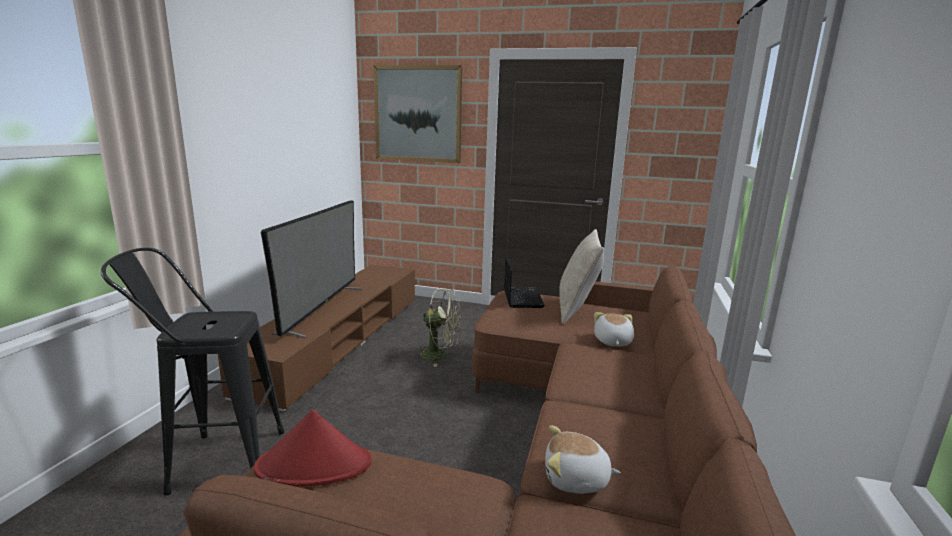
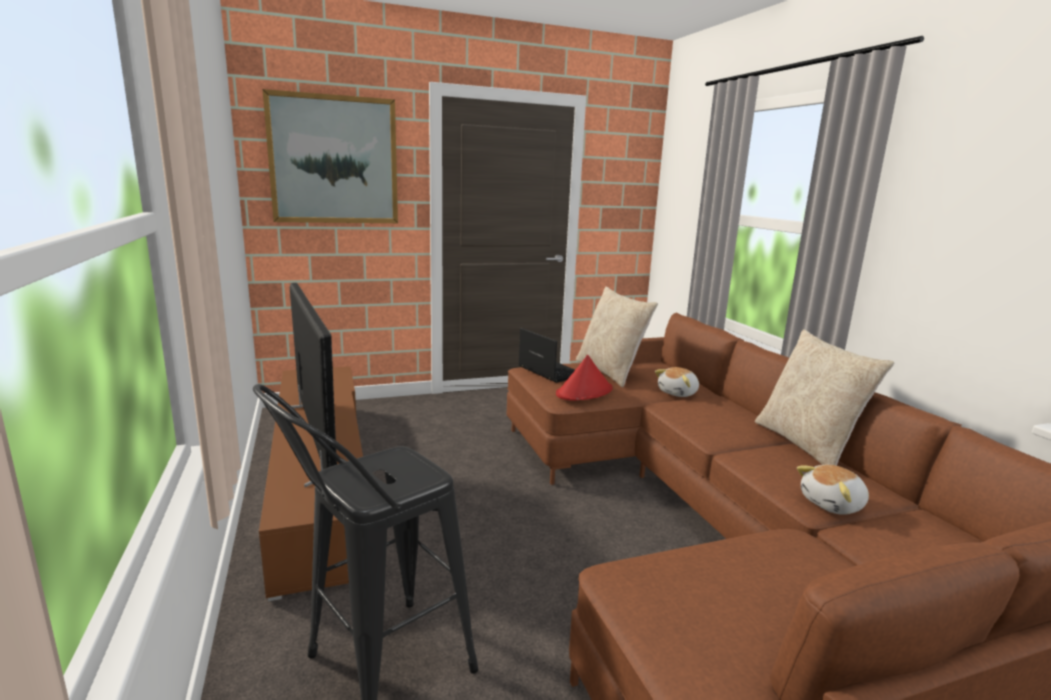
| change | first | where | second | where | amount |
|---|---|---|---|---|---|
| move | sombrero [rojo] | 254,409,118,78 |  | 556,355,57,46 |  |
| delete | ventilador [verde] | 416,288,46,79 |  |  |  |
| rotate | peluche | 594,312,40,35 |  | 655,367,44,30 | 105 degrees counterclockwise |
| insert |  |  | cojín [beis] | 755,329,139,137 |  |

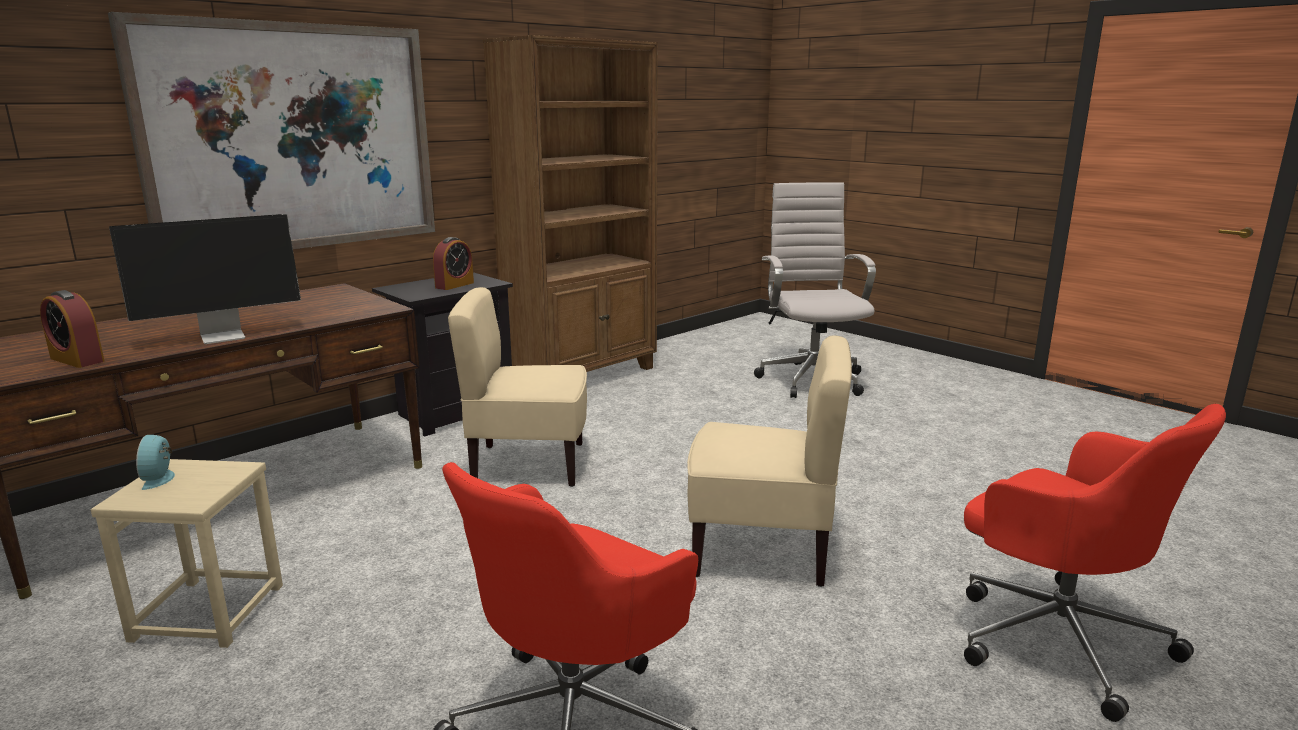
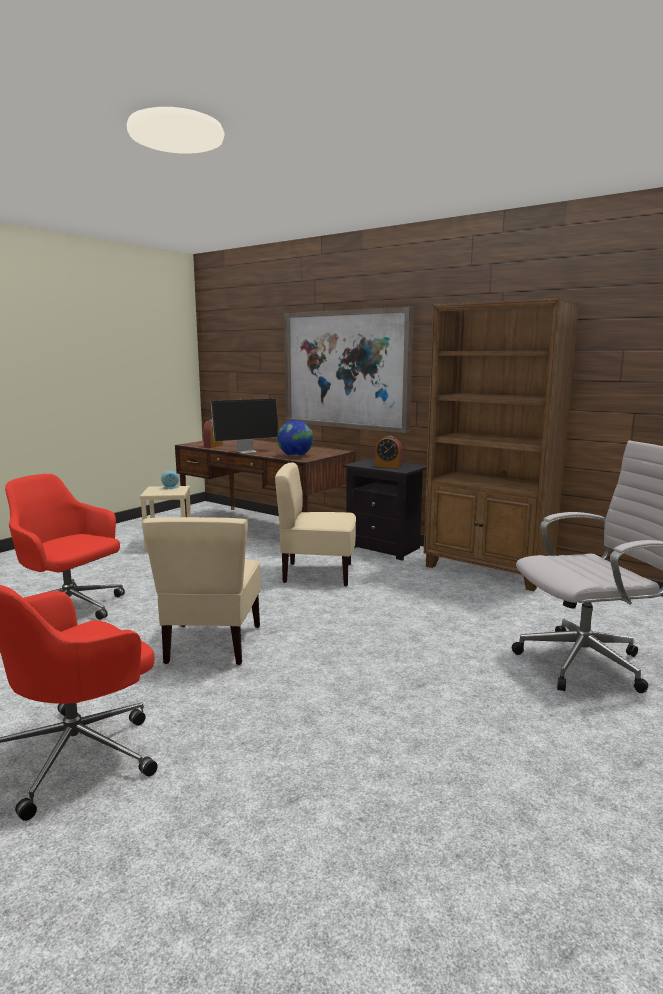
| change | first | where | second | where | amount |
|---|---|---|---|---|---|
| rotate | monitor | 109,214,192,130 |  | 211,399,68,55 | 75 degrees counterclockwise |
| rotate | silla [beis] | 448,287,139,200 |  | 275,463,81,123 | 75 degrees counterclockwise |
| insert |  |  | globo terráqueo | 277,420,36,36 |  |

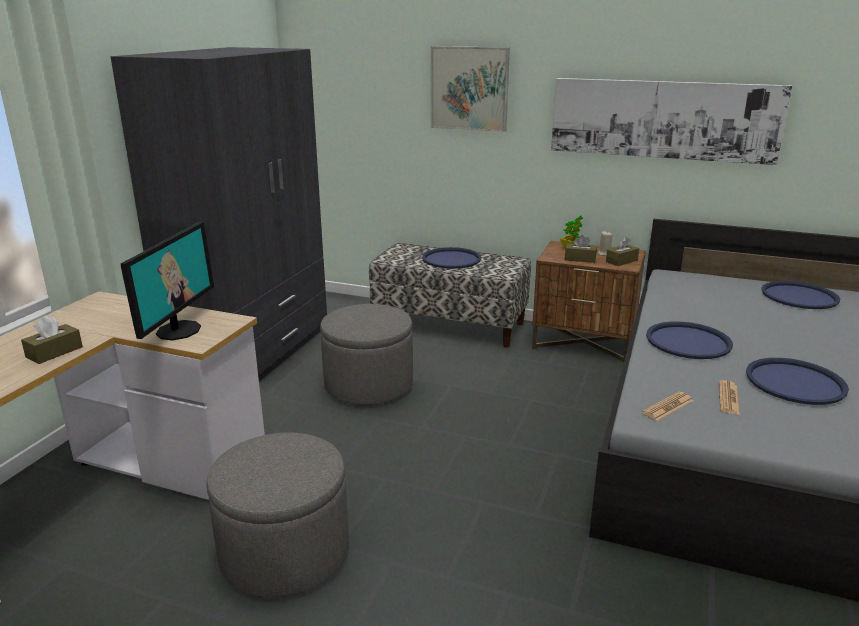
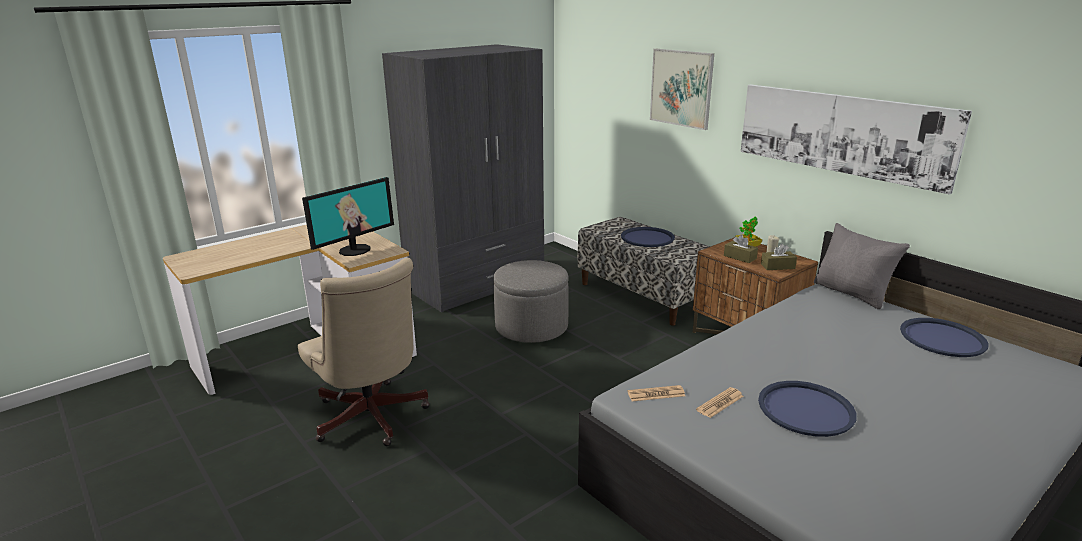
| change | first | where | second | where | amount |
|---|---|---|---|---|---|
| delete | caja de pañuelos [marrón] | 21,316,62,48 |  |  |  |
| replace | puf [gris] | 207,432,142,166 | silla de oficina [beis] | 298,258,132,188 |  |
| delete | bandeja [azul] | 646,321,87,38 |  |  |  |
| insert |  |  | cojín [gris] | 814,223,96,86 |  |

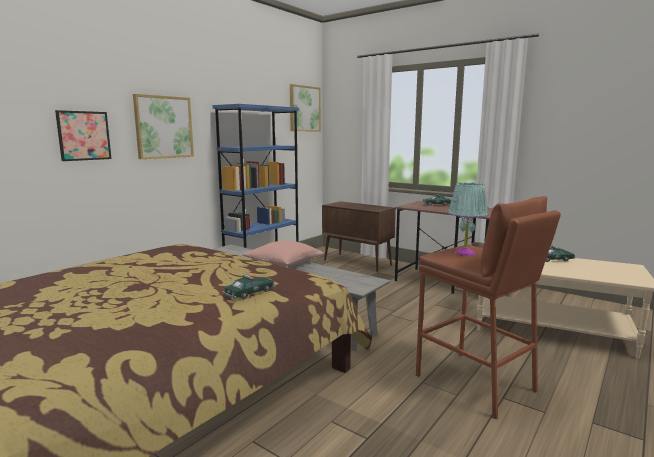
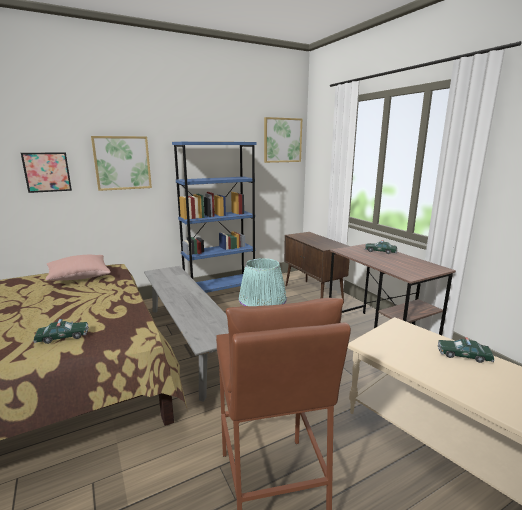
| change | first | where | second | where | amount |
|---|---|---|---|---|---|
| move | cojín [rosa] | 242,240,82,26 |  | 46,255,65,25 |  |

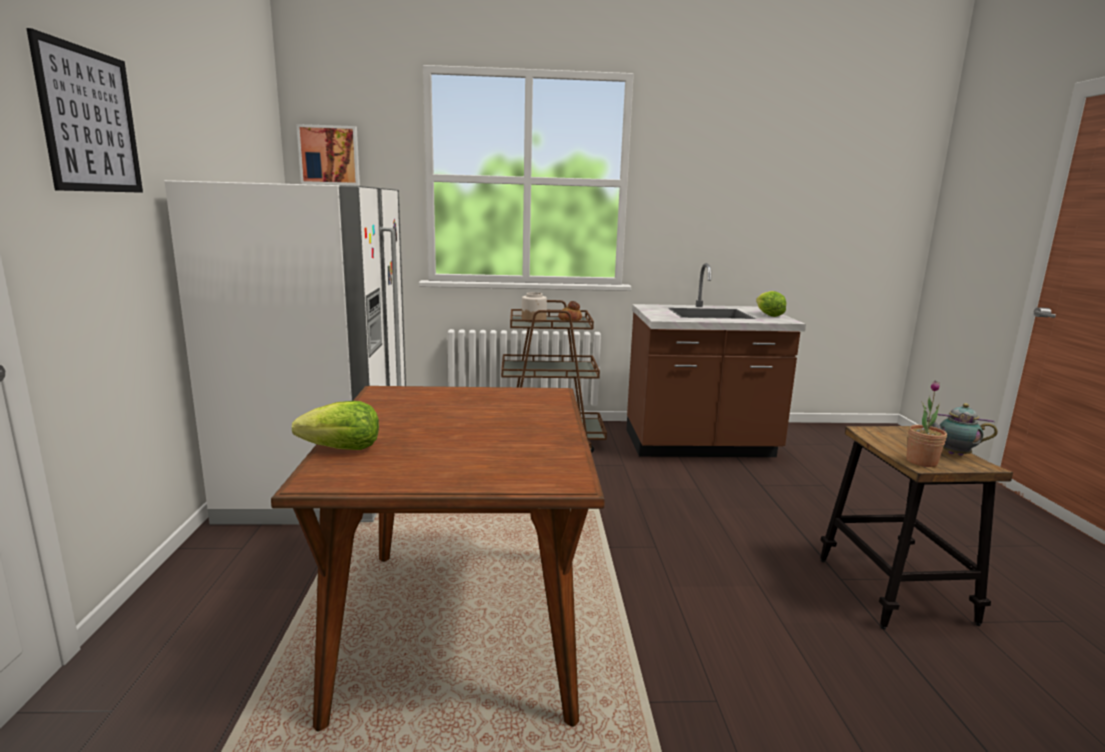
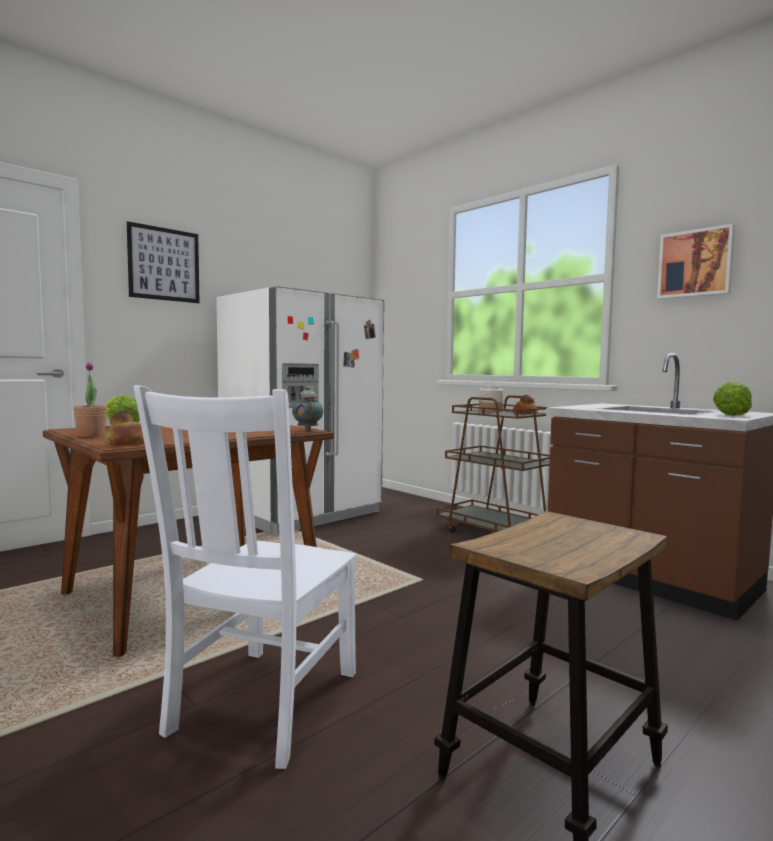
| change | first | where | second | where | amount |
|---|---|---|---|---|---|
| move | cuadro | 296,124,64,62 |  | 657,223,78,76 |  |
| move | planta en maceta | 906,380,41,87 |  | 74,362,33,75 |  |
| move | tetera | 927,403,71,53 |  | 292,387,31,44 |  |
| insert |  |  | pan | 105,411,39,35 |  |
| insert |  |  | silla [blanco] | 134,385,222,384 |  |

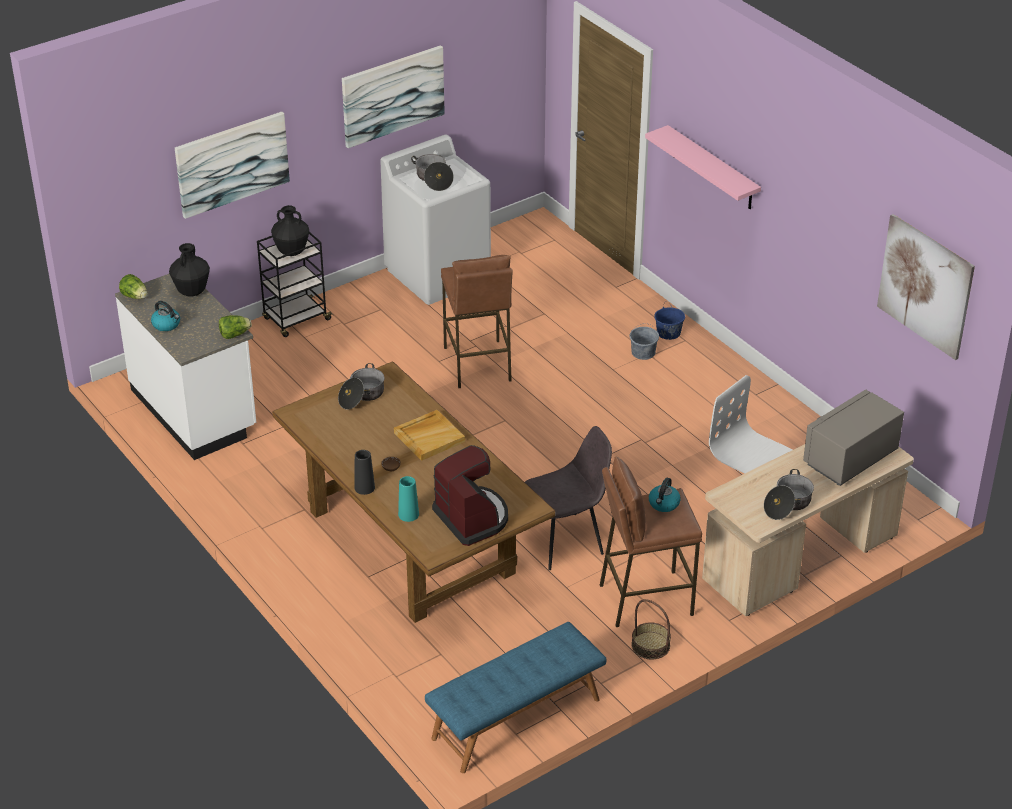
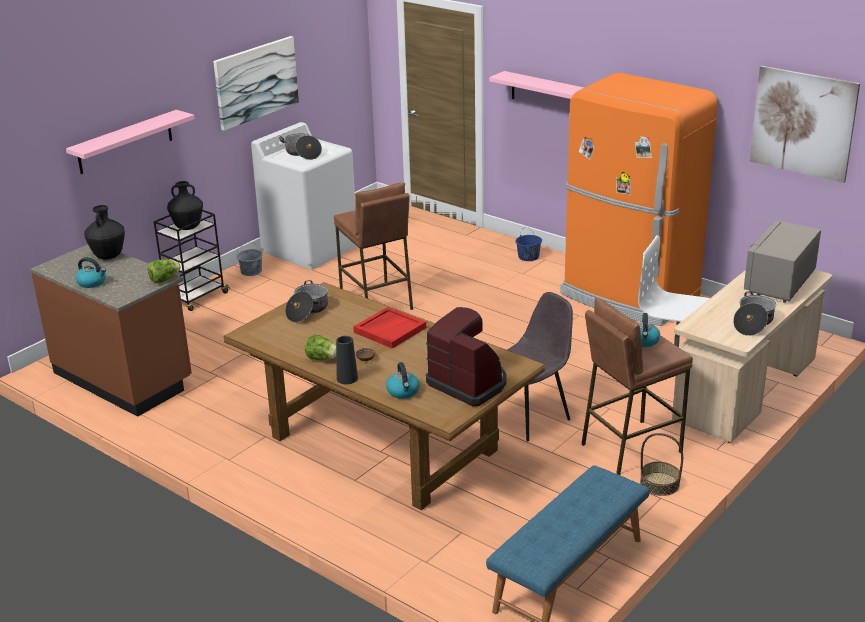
| change | first | where | second | where | amount |
|---|---|---|---|---|---|
| recolor | mueble bajo de cocina [blanco] | 115,274,141,186 | mueble bajo de cocina [marrón] | 30,244,162,173 |  |
| move | lechuga | 119,274,28,25 |  | 305,334,31,26 |  |
| replace | cuadro | 175,112,115,107 | estante [rosa] | 66,110,129,64 |  |
| recolor | bandeja [beis] | 394,410,71,51 | bandeja [rojo] | 353,307,73,41 |  |
| replace | florero [turquesa] | 398,476,21,46 | hervidor | 386,362,34,37 |  |
| move | cubo [gris] | 630,323,29,37 |  | 237,242,26,34 |  |
| insert |  |  | nevera [naranja] | 560,73,158,253 |  |

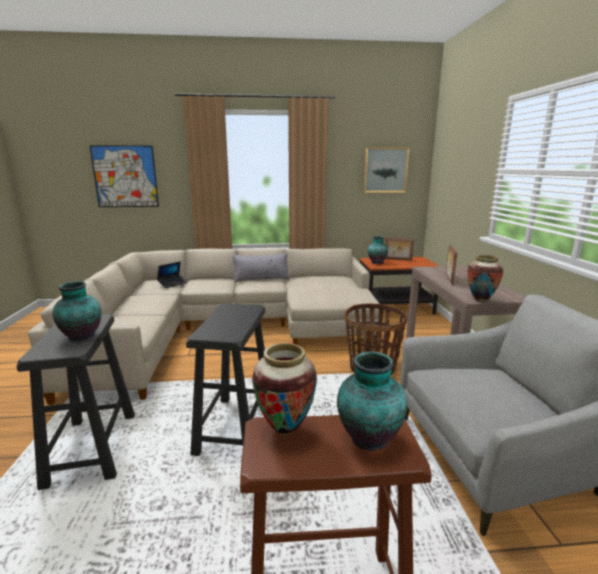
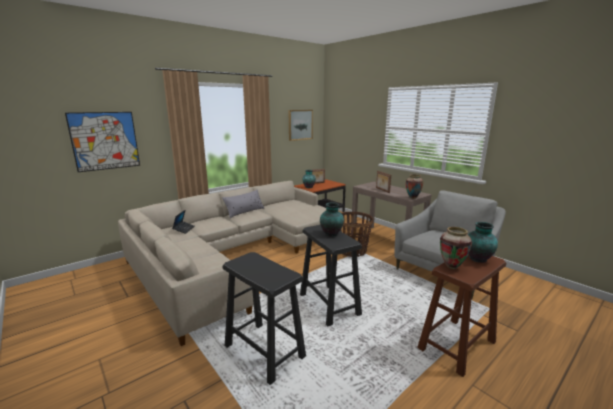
| change | first | where | second | where | amount |
|---|---|---|---|---|---|
| move | florero | 53,281,48,61 |  | 320,202,24,35 |  |

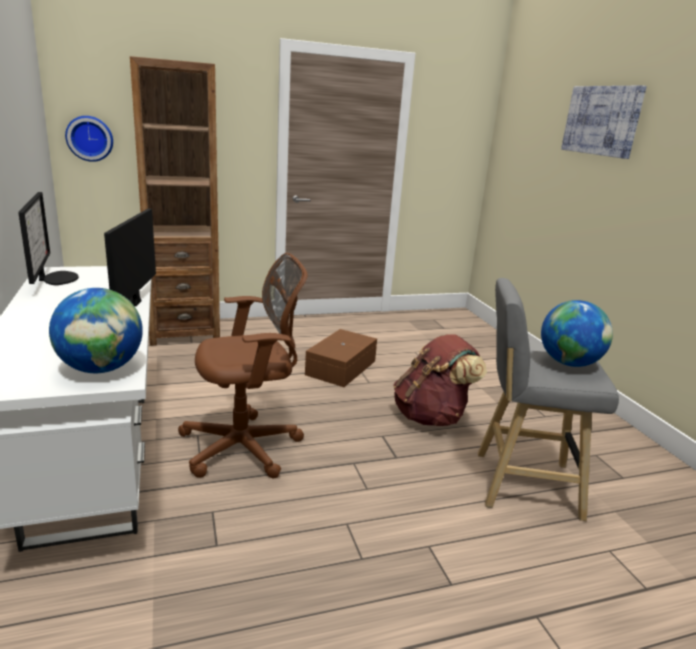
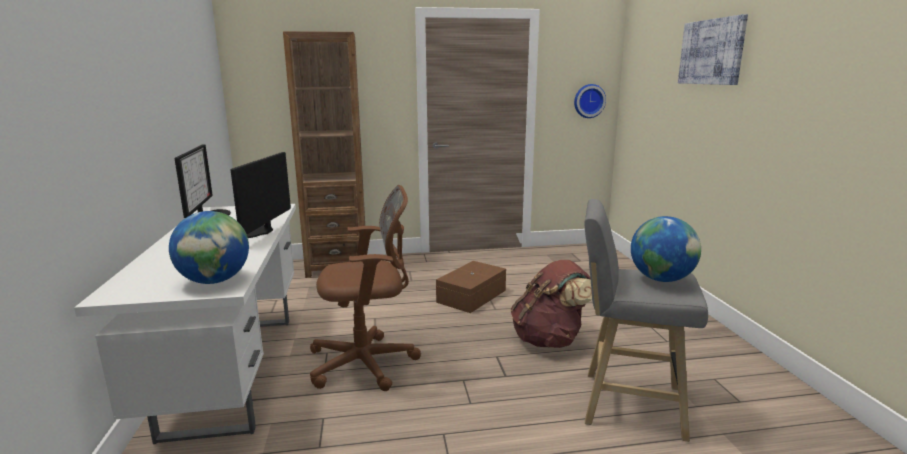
| change | first | where | second | where | amount |
|---|---|---|---|---|---|
| move | reloj de pared | 65,116,48,46 |  | 574,84,32,34 |  |

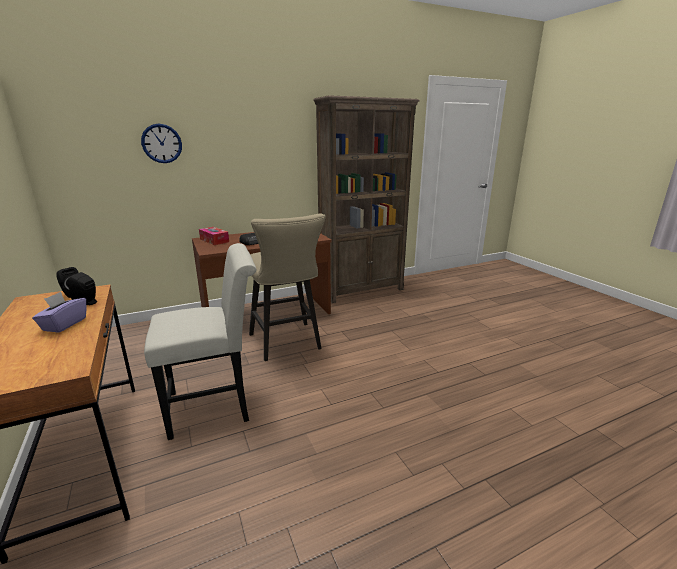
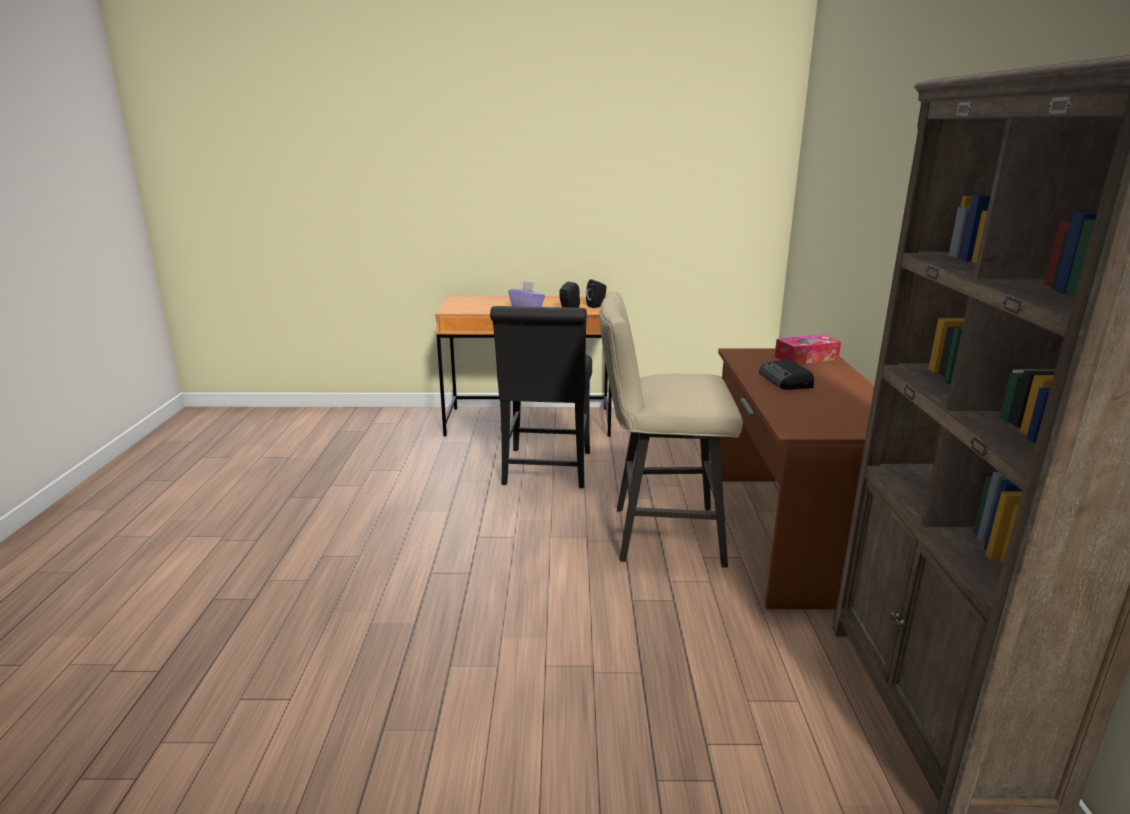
| change | first | where | second | where | amount |
|---|---|---|---|---|---|
| delete | reloj de pared | 141,124,41,39 |  |  |  |
| recolor | silla [blanco] | 144,243,112,197 | silla [negro] | 490,306,102,182 |  |

